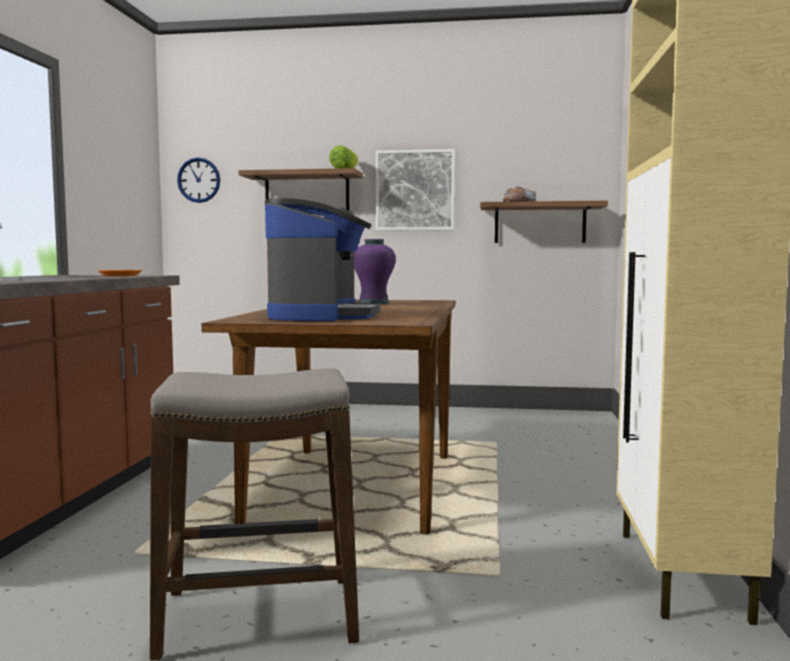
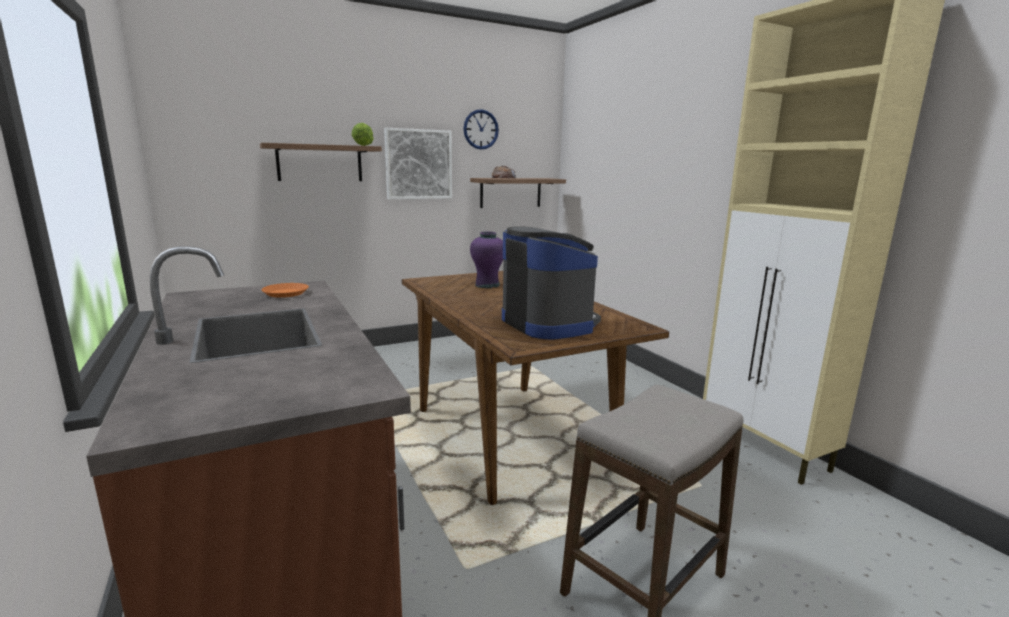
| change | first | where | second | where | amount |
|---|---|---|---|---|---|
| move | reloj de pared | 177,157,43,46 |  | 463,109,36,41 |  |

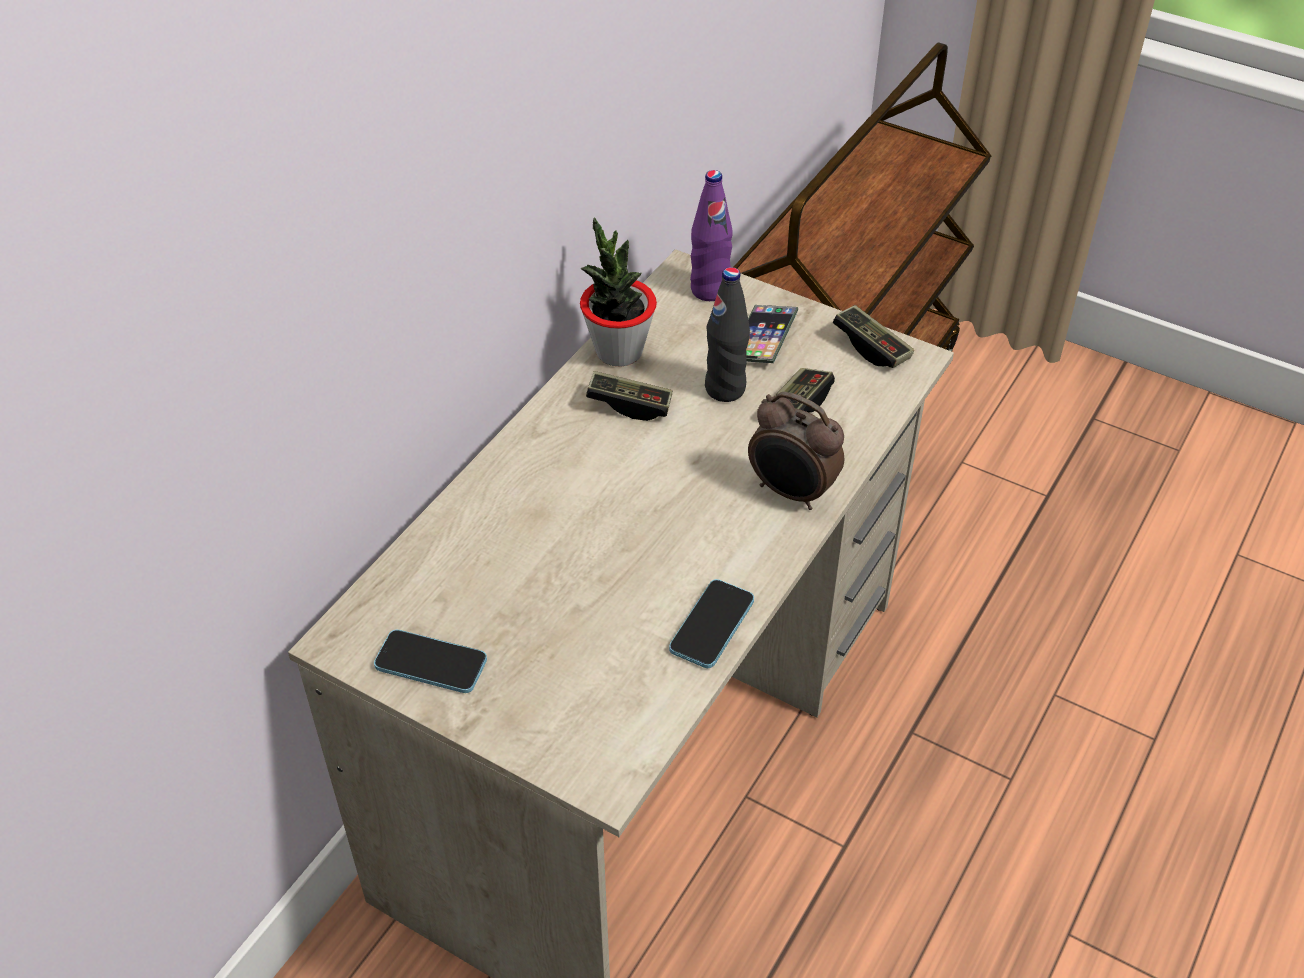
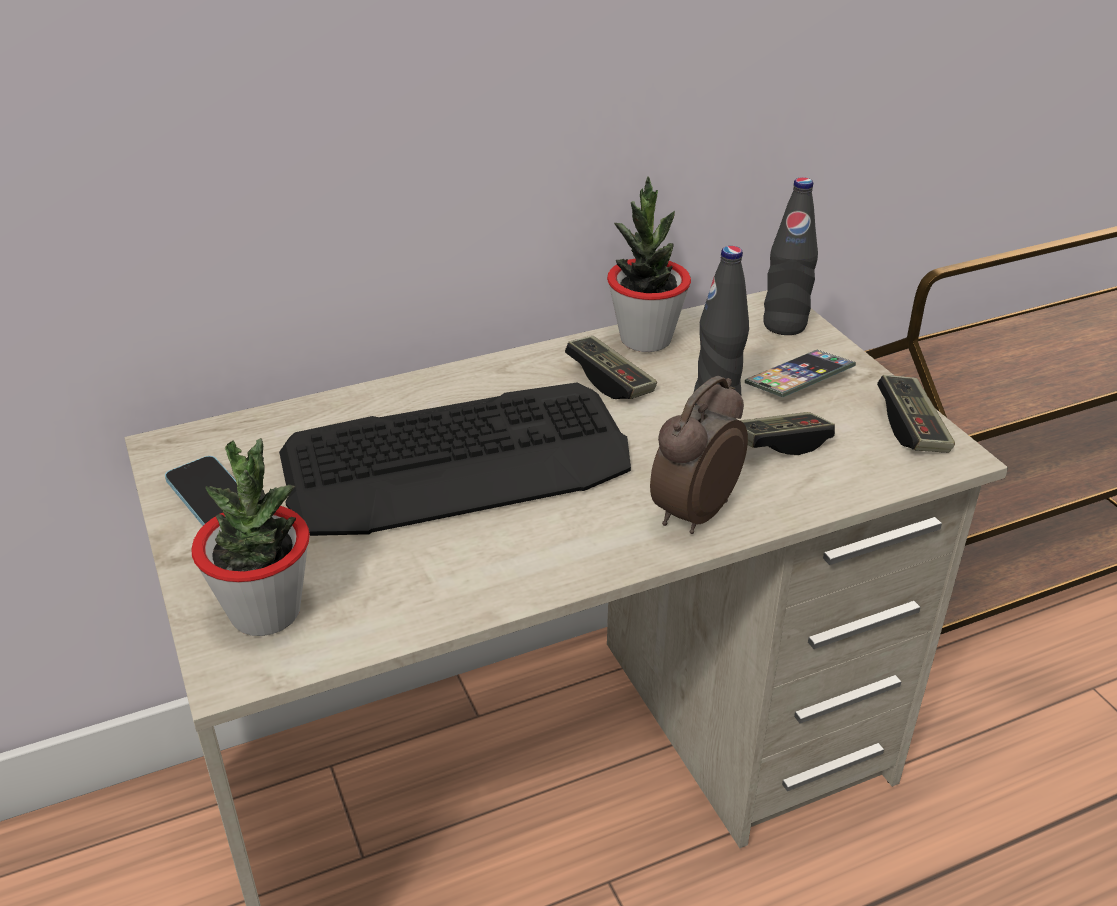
| change | first | where | second | where | amount |
|---|---|---|---|---|---|
| delete | móvil | 669,579,85,89 |  |  |  |
| recolor | botella [morado] | 690,170,43,131 | botella [negro] | 763,177,55,158 |  |
| rotate | despertador | 748,392,96,118 |  | 650,376,98,158 | 60 degrees clockwise |
| insert |  |  | planta en maceta | 191,438,119,198 |  |
| insert |  |  | teclado | 279,383,352,153 |  |

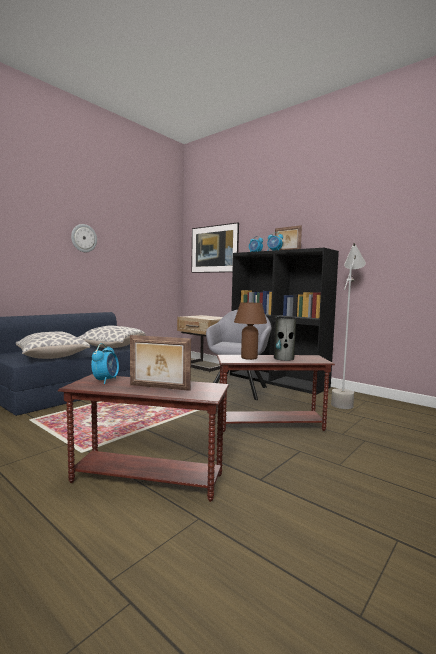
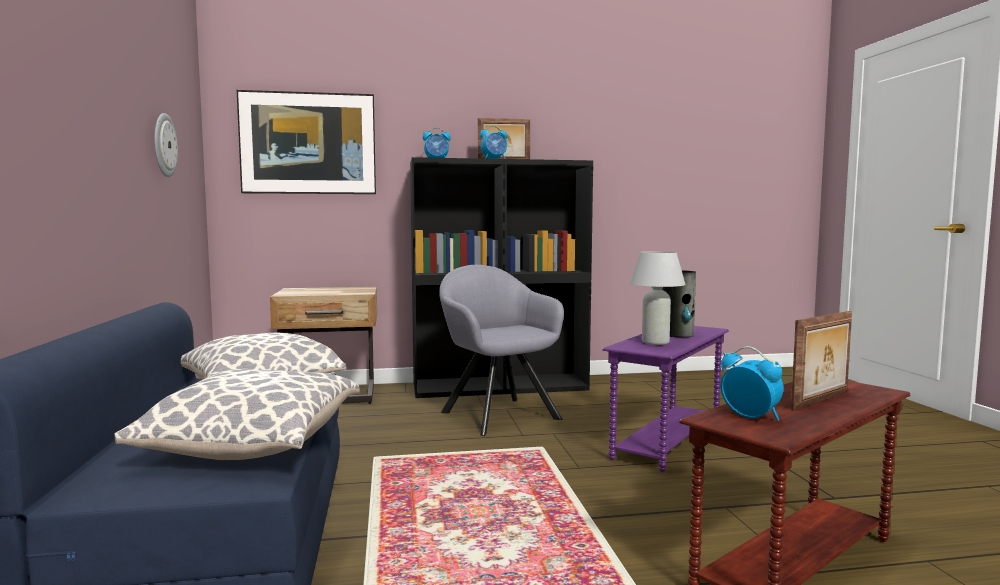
| change | first | where | second | where | amount |
|---|---|---|---|---|---|
| move | reloj de pared | 71,224,26,28 |  | 154,113,24,64 |  |
| recolor | mesa auxiliar [marrón] | 217,355,118,77 | mesa auxiliar [morado] | 602,326,127,147 |  |
| recolor | lámpara de mesa [marrón] | 234,302,33,58 | lámpara de mesa [blanco] | 629,251,57,94 |  |
| delete | lámpara de pie [gris] | 331,243,35,166 |  |  |  |

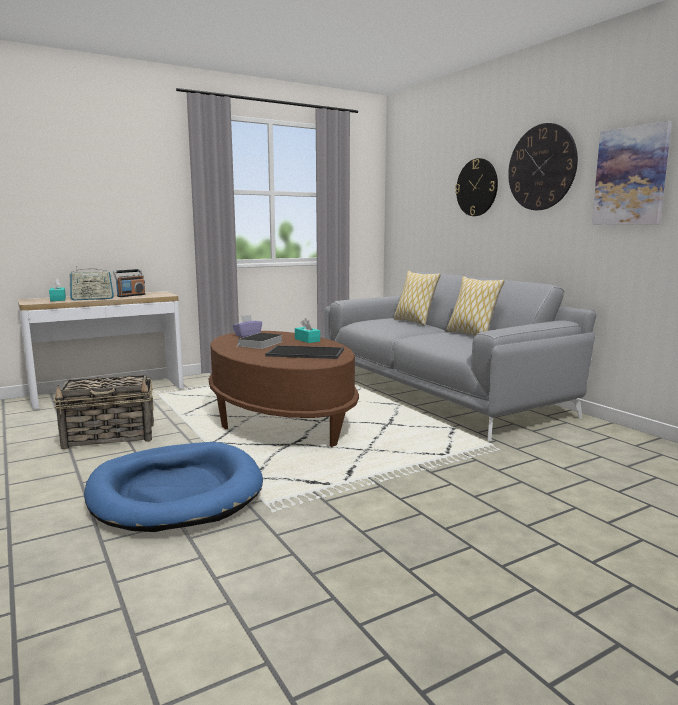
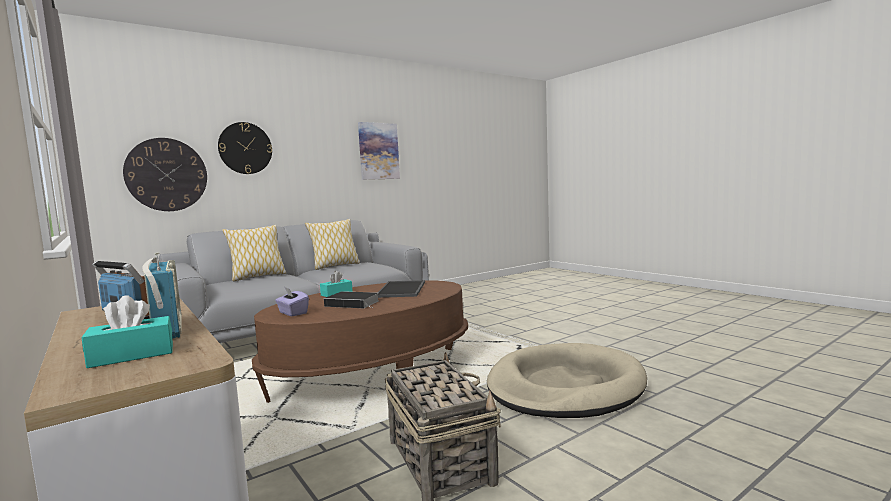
| change | first | where | second | where | amount |
|---|---|---|---|---|---|
| recolor | cama para perro [azul] | 84,442,179,90 | cama para perro [beis] | 487,343,160,75 |  |
| move | reloj de pared | 508,123,70,87 |  | 123,138,84,73 |  |

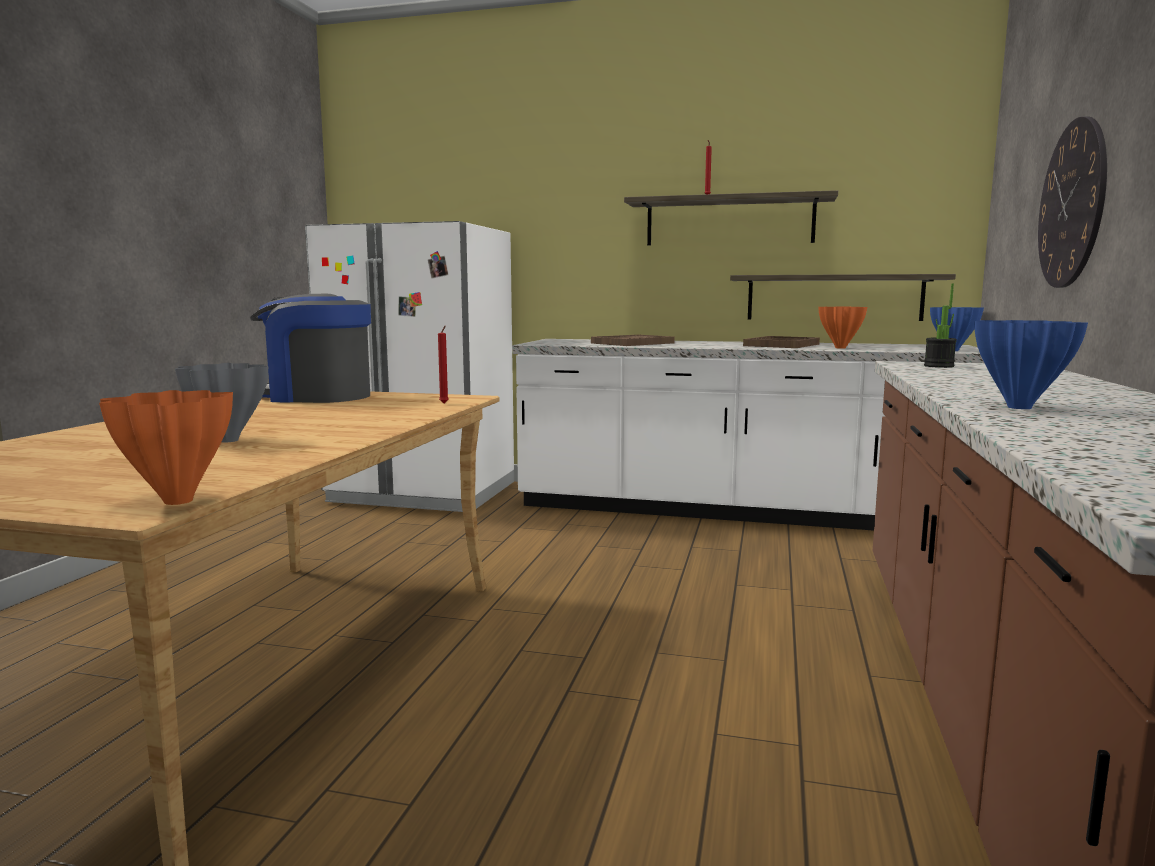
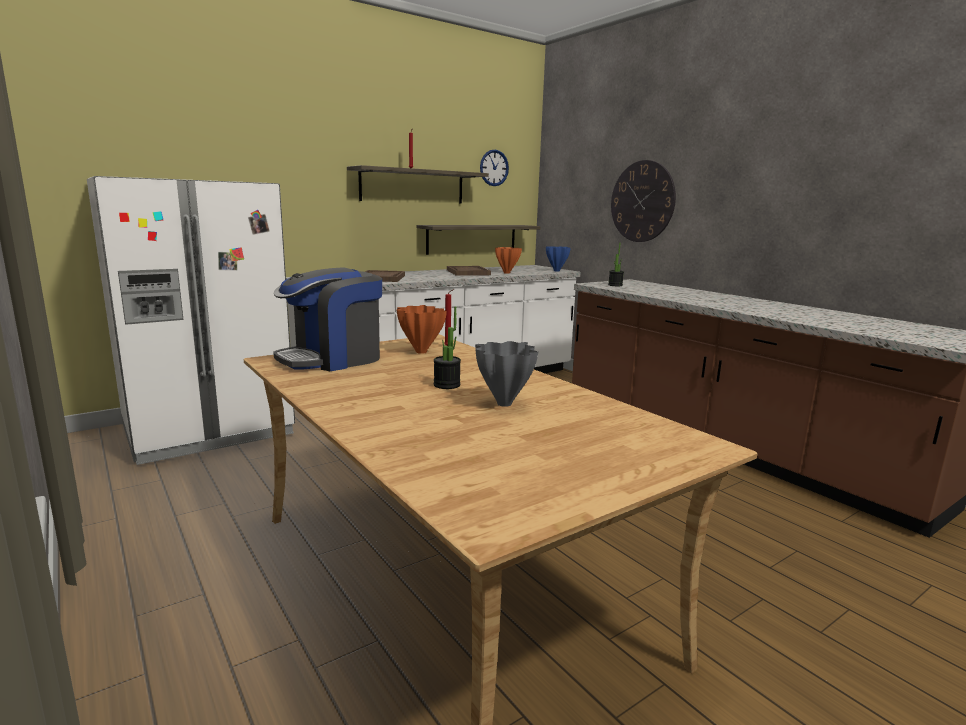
| change | first | where | second | where | amount |
|---|---|---|---|---|---|
| move | florero [naranja] | 99,390,134,115 |  | 397,305,50,49 |  |
| delete | florero [azul] | 974,320,114,89 |  |  |  |
| insert |  |  | planta en maceta | 434,306,27,83 |  |
| insert |  |  | reloj de pared | 480,149,29,37 |  |

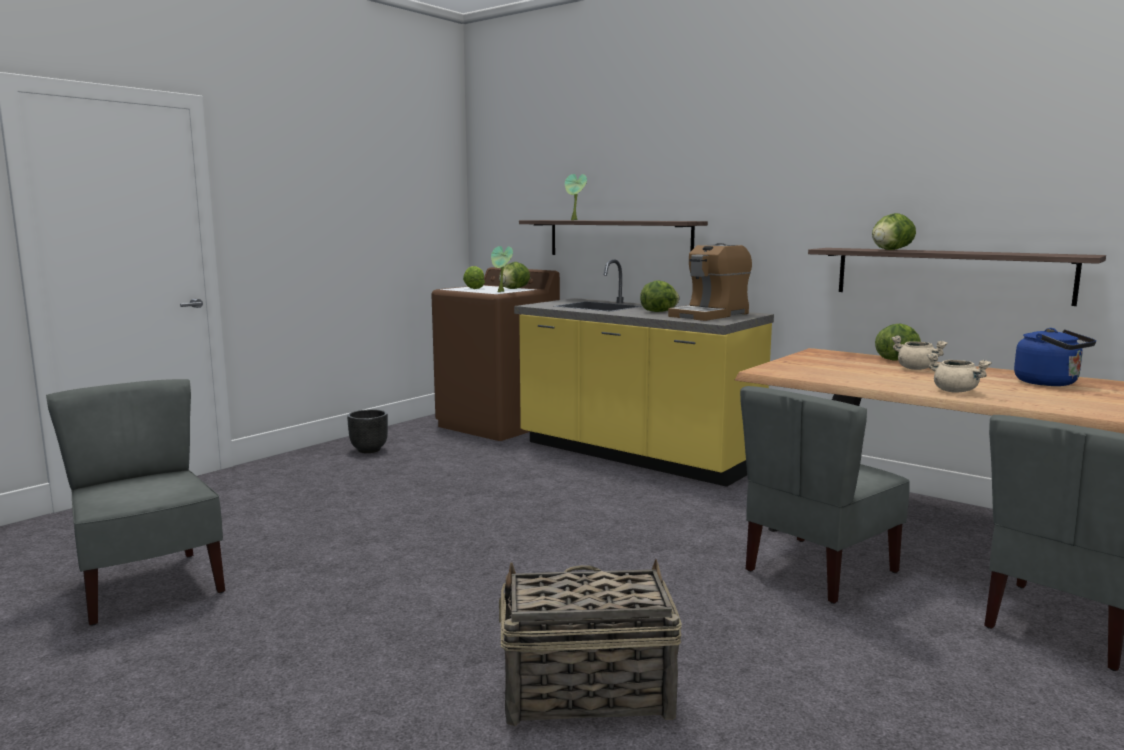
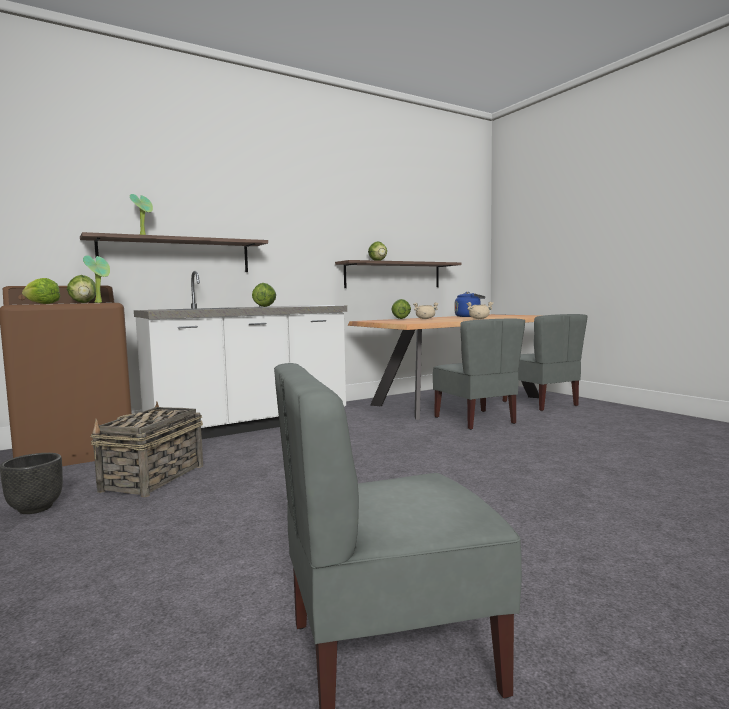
| change | first | where | second | where | amount |
|---|---|---|---|---|---|
| move | cesta | 499,559,183,168 |  | 91,401,112,96 |  |
| recolor | mueble bajo de cocina [amarillo] | 514,259,260,228 | mueble bajo de cocina [blanco] | 134,271,213,168 |  |
| delete | cafetera | 668,243,84,78 |  |  |  |

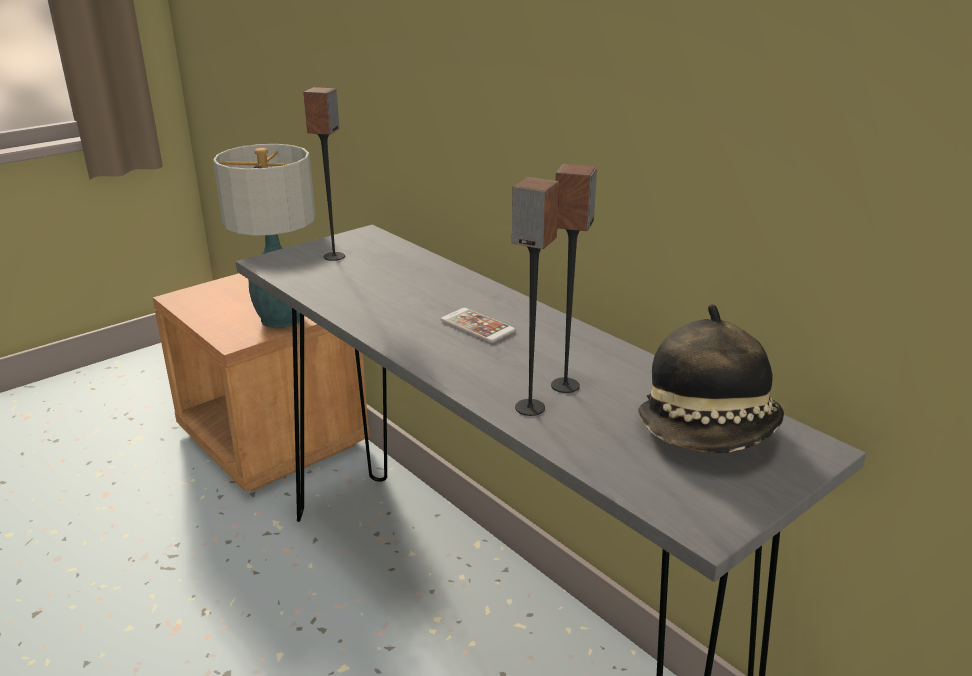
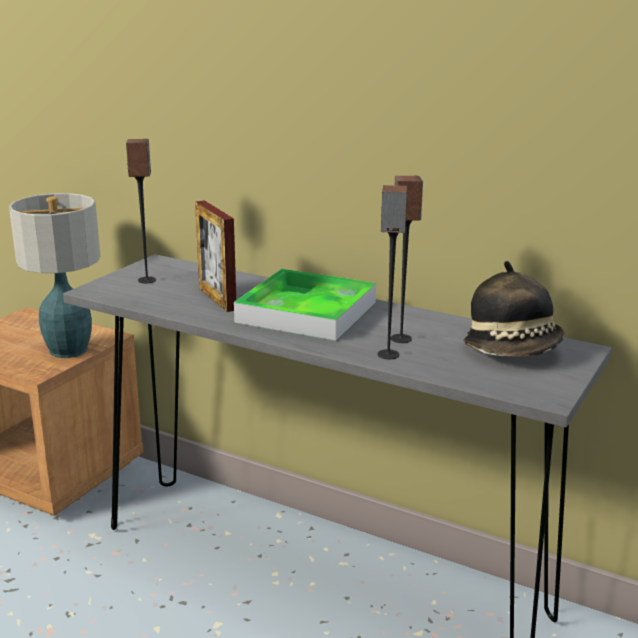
| change | first | where | second | where | amount |
|---|---|---|---|---|---|
| replace | móvil | 441,308,74,35 | bandeja | 234,269,142,72 |  |
| insert |  |  | portarretratos | 195,200,41,112 |  |

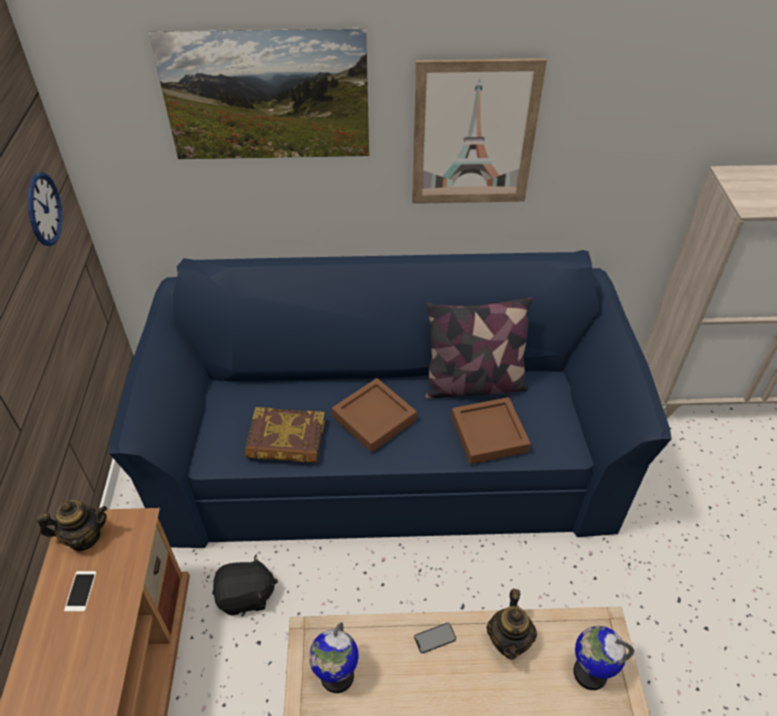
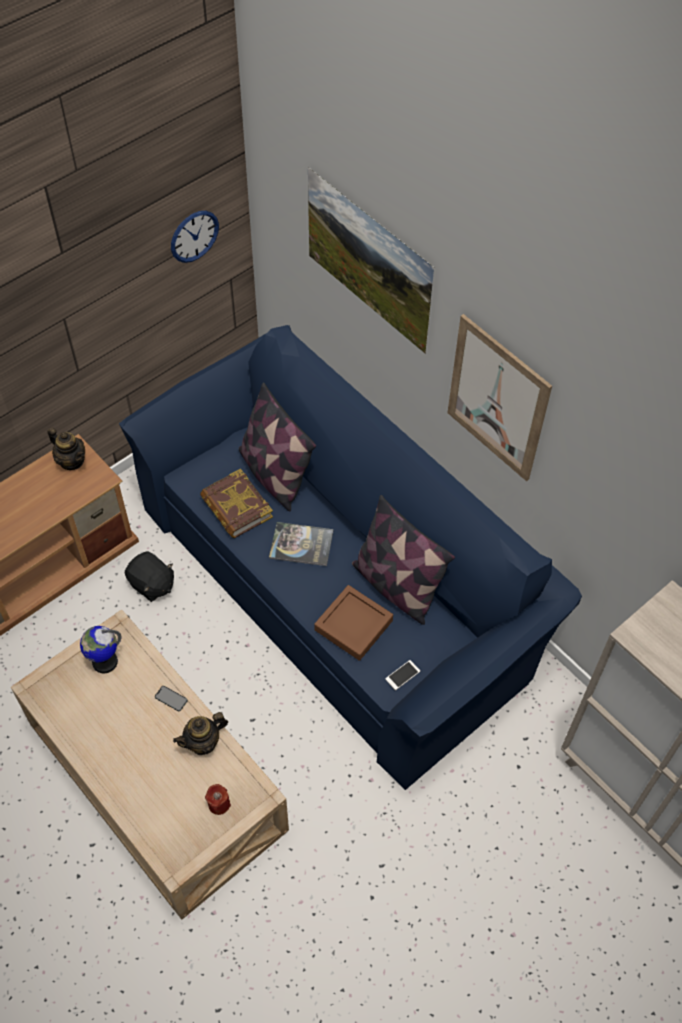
| change | first | where | second | where | amount |
|---|---|---|---|---|---|
| move | móvil | 64,571,33,41 |  | 385,660,35,30 |  |
| replace | bandeja [marrón] | 332,378,85,74 | libro | 269,522,65,44 |  |
| replace | globo terráqueo | 573,626,61,64 | vela [rojo] | 205,784,26,31 |  |
| insert |  |  | cojín | 239,382,77,130 |  |

